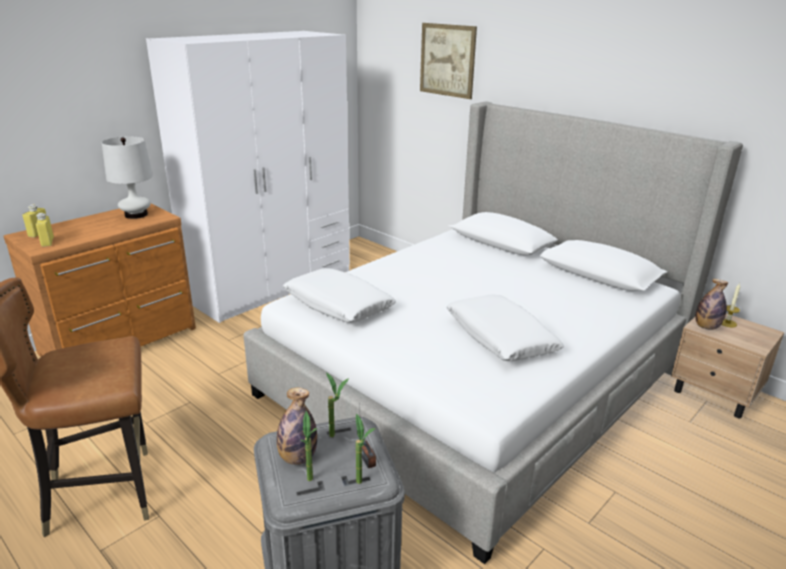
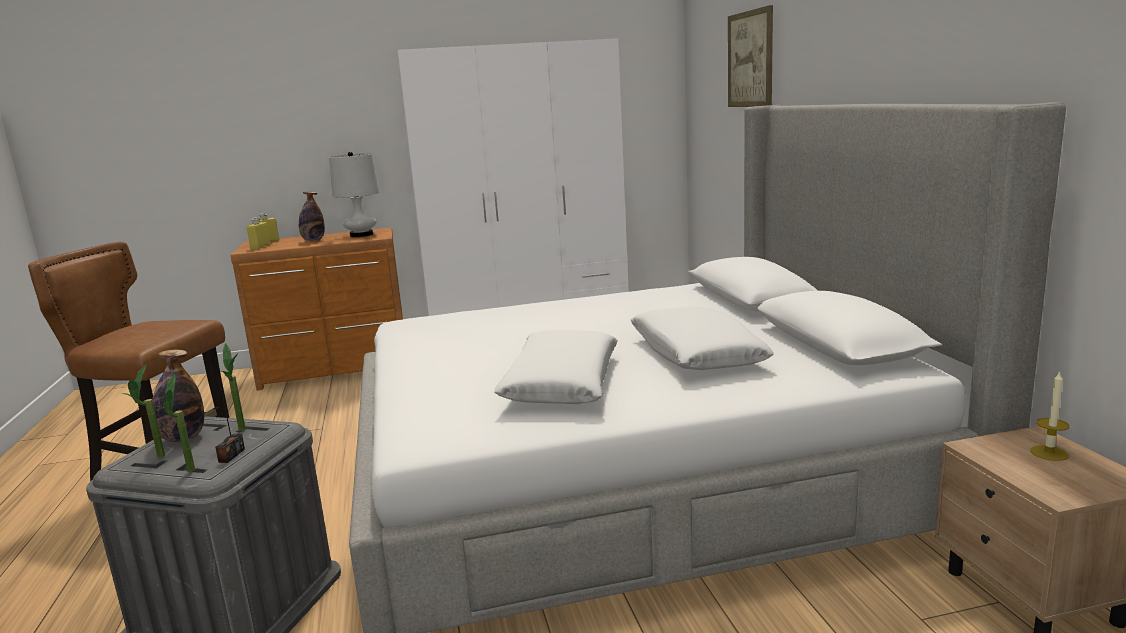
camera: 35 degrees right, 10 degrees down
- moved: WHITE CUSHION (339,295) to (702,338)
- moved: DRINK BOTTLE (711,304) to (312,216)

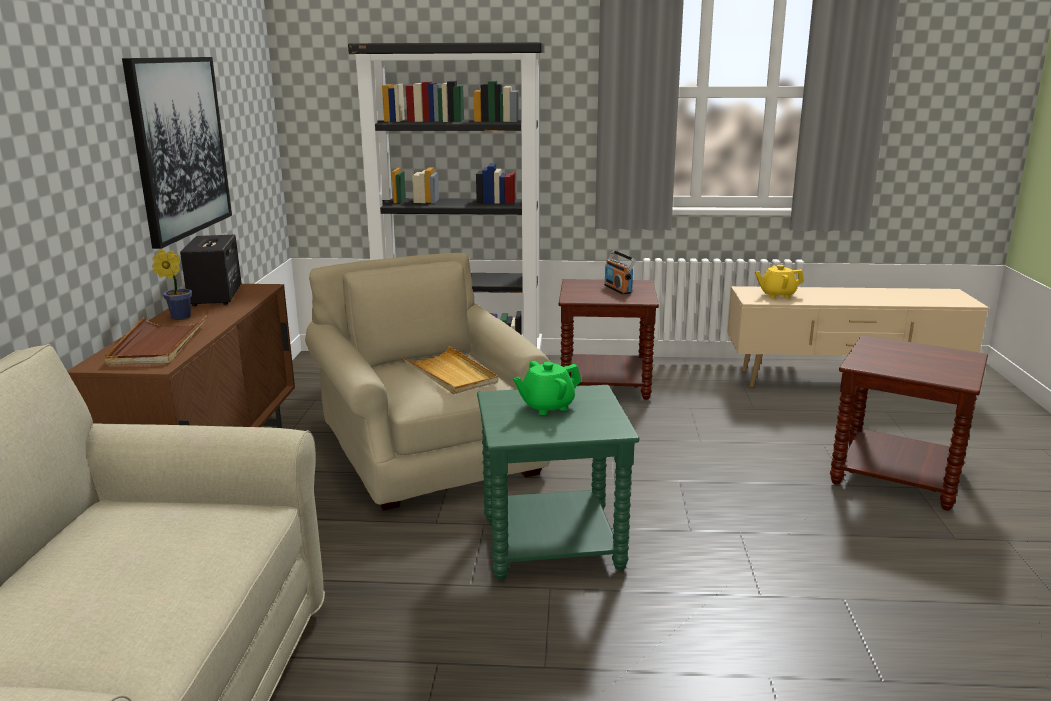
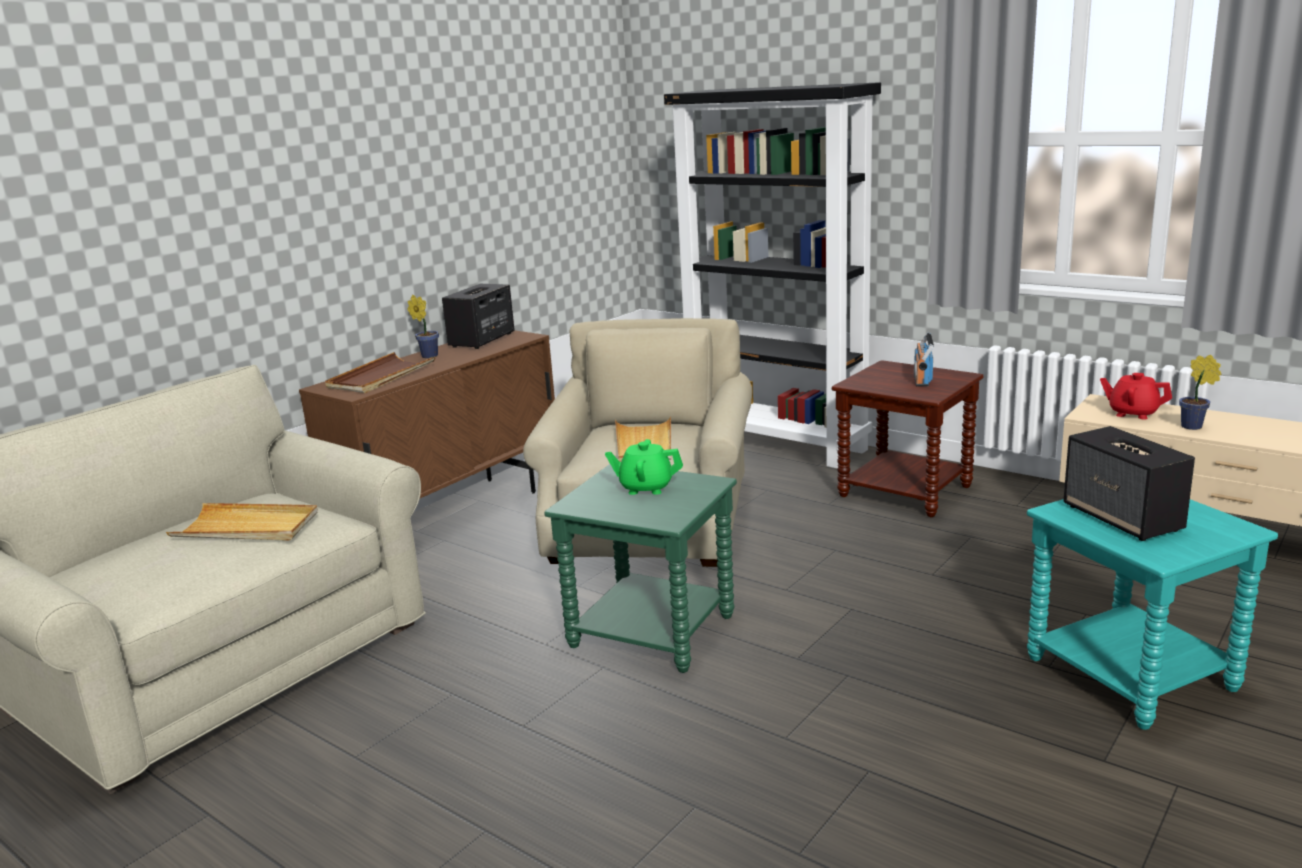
camera: 35 degrees right, 0 degrees up
- removed: PICTURE (177,153)
- added: BEIGE-COLOURED CARRYING TRAY (242,522)
- added: SPEAKER (1129,483)
- added: POTTED PLANT (1200,392)
- recoloured: YELLOW TEA POT (779,282) to RED-COLOURED TEA POT (1136,396)
- recoloured: BROWNISH ACCENT TABLE (909,423) to TURQUOISE ACCENT TABLE (1152,614)

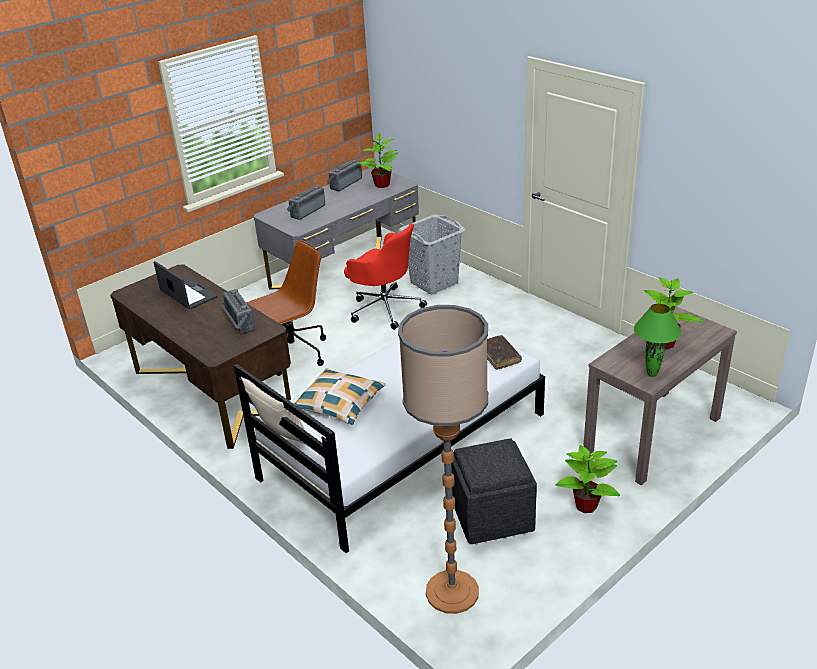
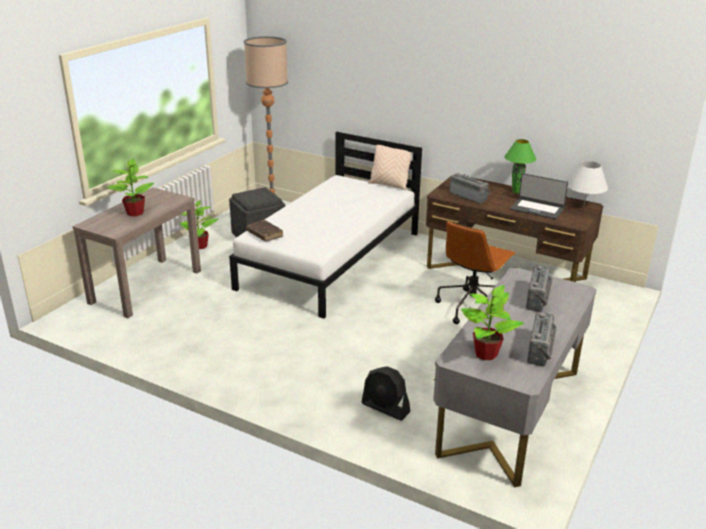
camera: 160 degrees right, 5 degrees down
- removed: CUSHION (339,396)
- removed: RED-COLOURED DESK CHAIR (385,276)
- added: WHITE LAMP FOR A TABLE (588,183)
- moved: GREENISH LAMP FOR A TABLE (658,340) to (520,166)
- replaced: GRAY HAMPER (432,254) to BLACKISH COOLING FAN (385,393)

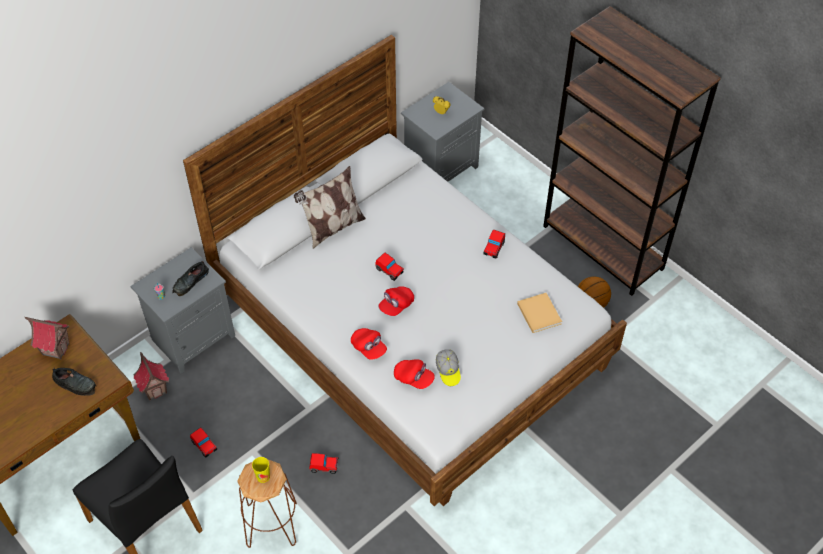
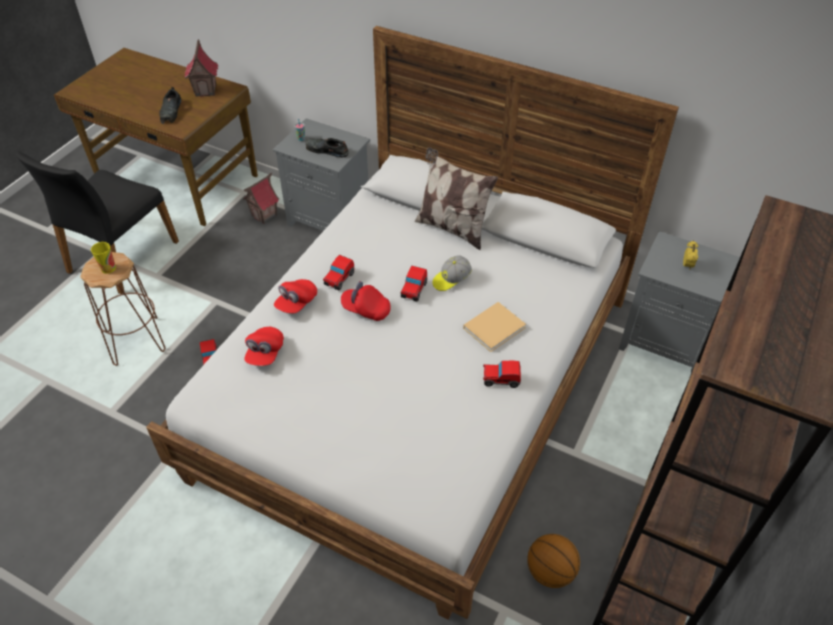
camera: 70 degrees right, 5 degrees down
- moved: MODEL CAR (203,442) to (339,272)
- moved: CAP (448,367) to (452,273)
- moved: BEIGE-COLOURED VOLUME (539,313) to (494,327)

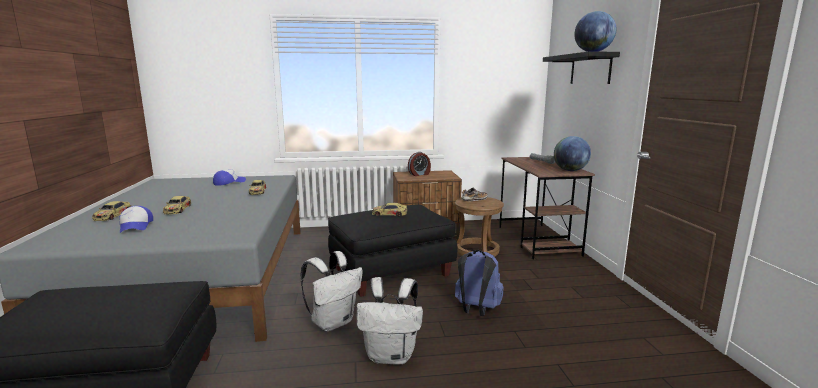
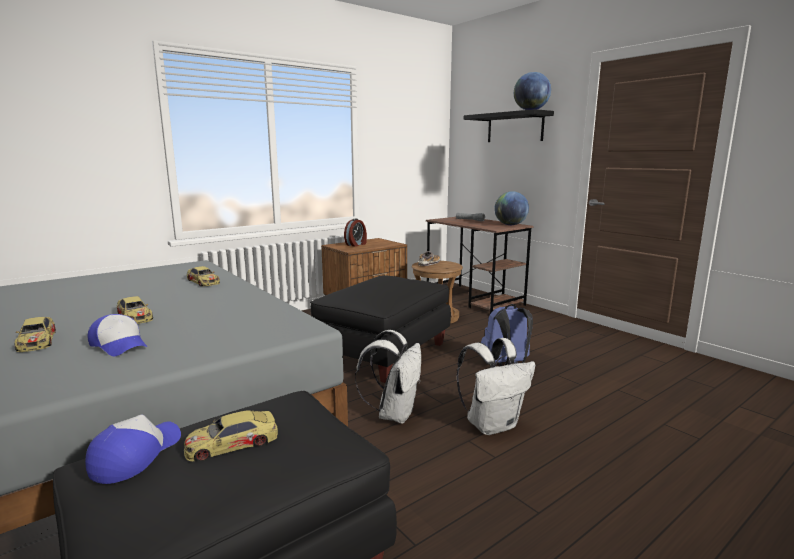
camera: 30 degrees left, 0 degrees up
- moved: CAP (229,178) to (133,449)
- moved: MODEL CAR (389,209) to (231,436)

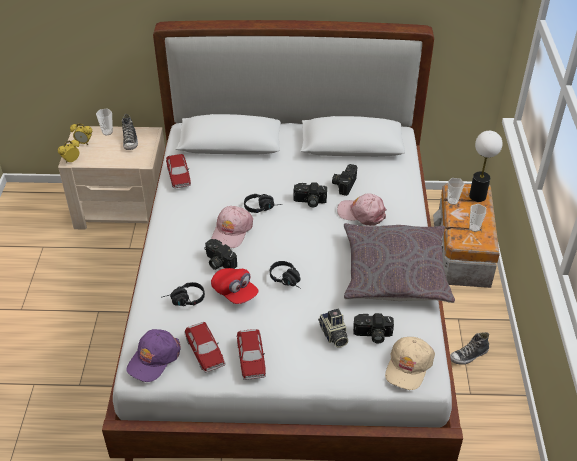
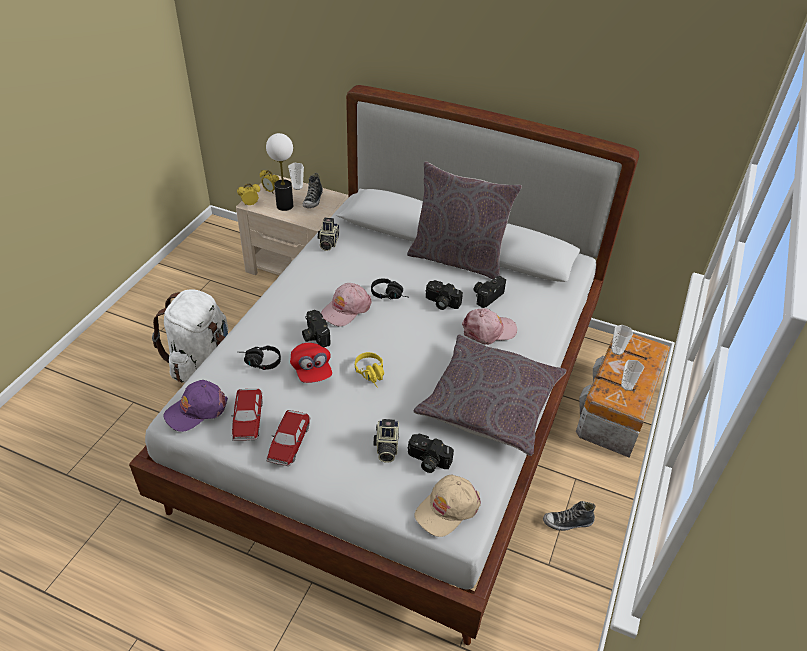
camera: 20 degrees right, 0 degrees up
- added: WHITE BACKPACK (190,336)
- added: GRAY CUSHION (464,220)
- moved: LAMP FOR A TABLE (486,166) to (279,172)
- replaced: MODEL CAR (178,171) to STILL CAMERA (328,234)
- recoloured: BLACKISH PAIR OF HEADPHONES (285,275) to YELLOW PAIR OF HEADPHONES (369,370)
- turned: PINKISH CAP (362,209) = (489,326) 120 degrees clockwise

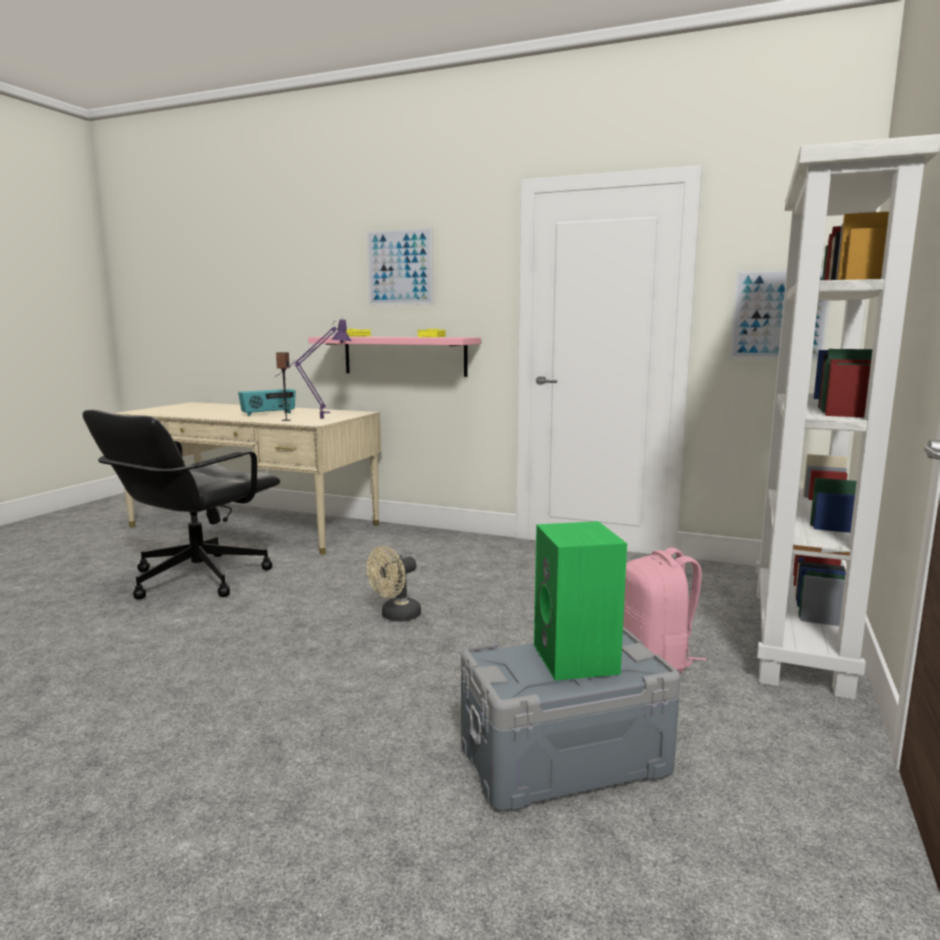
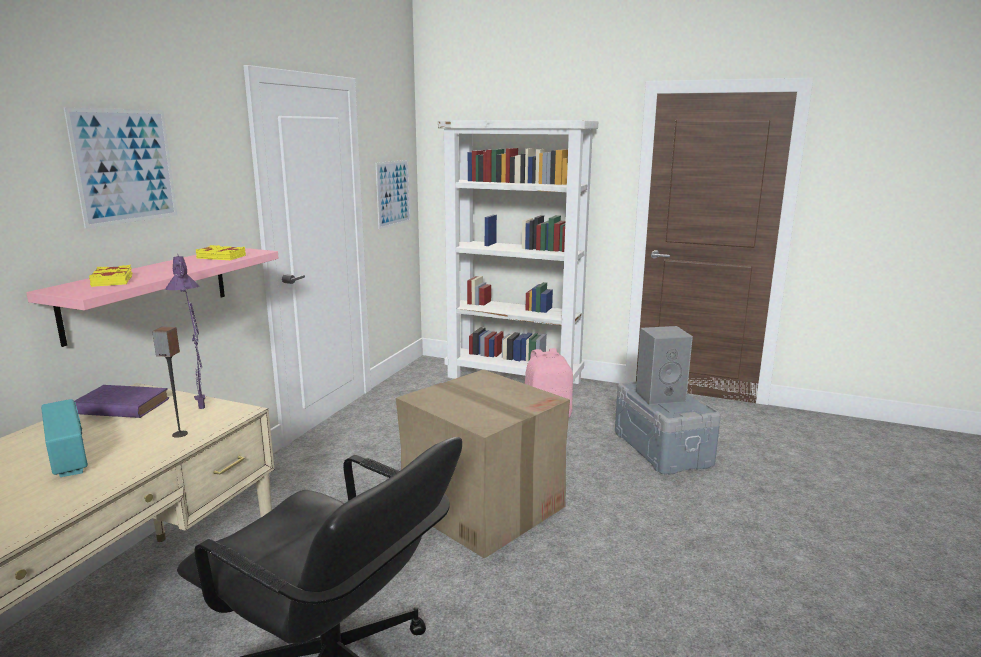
camera: 90 degrees left, 5 degrees up
- added: PURPLE-COLOURED VOLUME (121,401)
- replaced: BEIGE-COLOURED COOLING FAN (394,583) to PACKING BOX (483,464)
- recoloured: GREENISH SPEAKER (580,601) to GRAY SPEAKER (664,365)

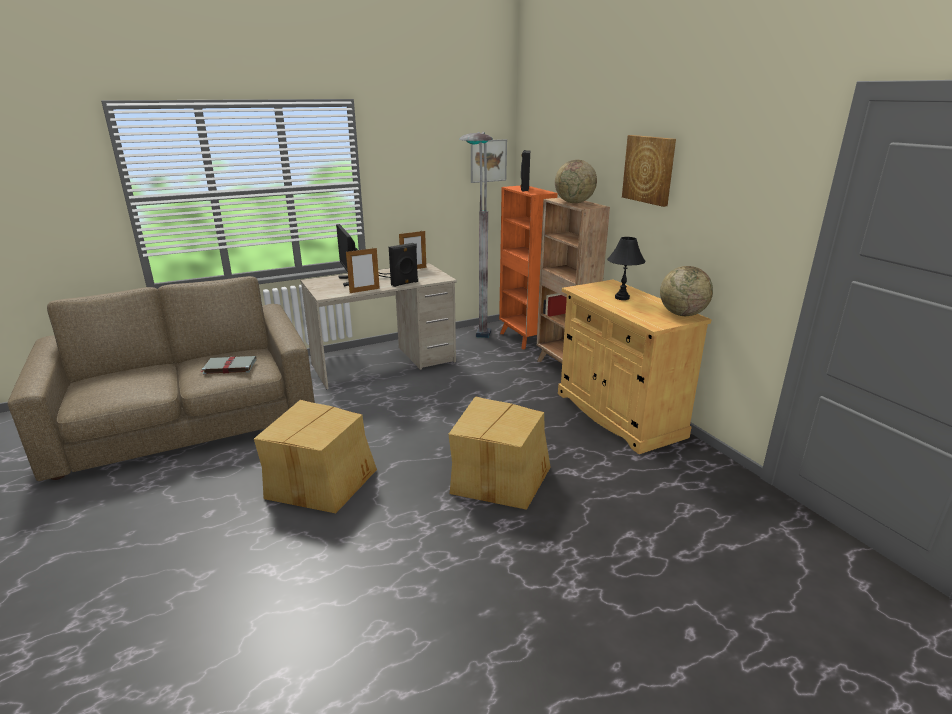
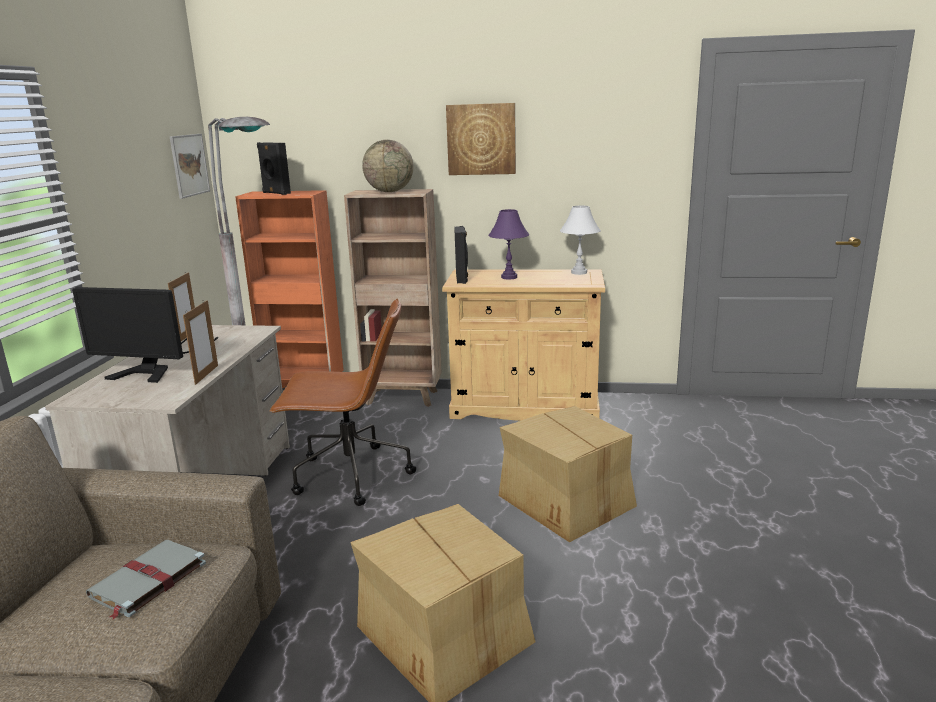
camera: 55 degrees left, 5 degrees down
- added: BROWNISH DESK CHAIR (342,402)
- moved: BLACKISH SPEAKER (403,265) to (461,255)
- replaced: WORLD GLOBE (686,291) to WHITE LAMP FOR A TABLE (580,240)
- recoloured: BLACKISH LAMP FOR A TABLE (626,268) to PURPLE-COLOURED LAMP FOR A TABLE (508,244)

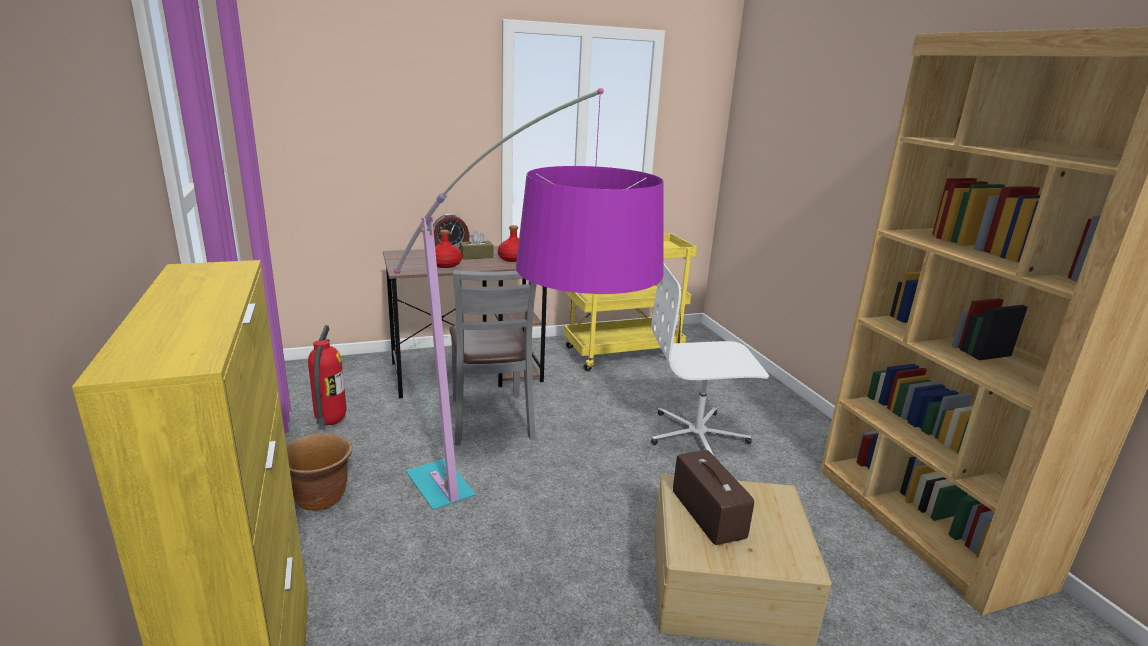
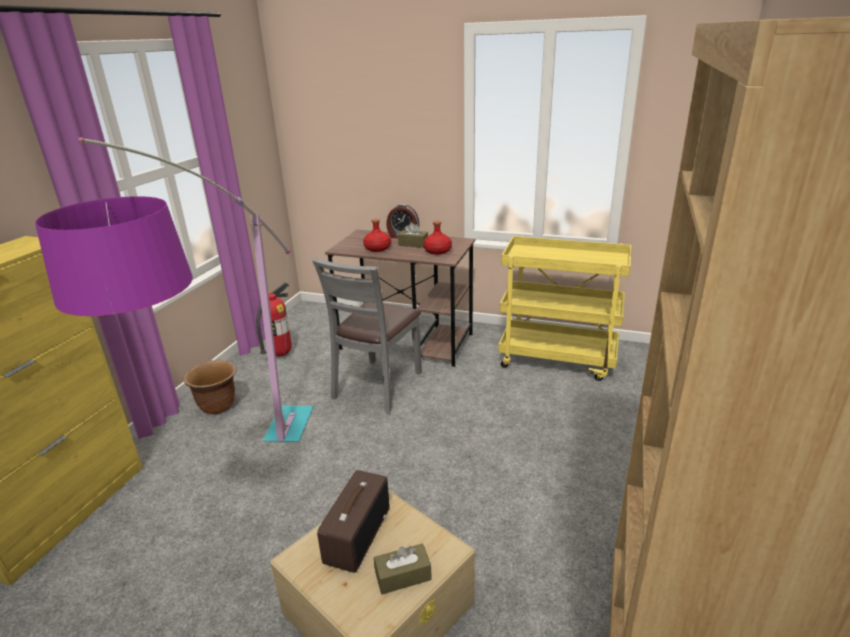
camera: 40 degrees right, 5 degrees up
- removed: WHITE DESK CHAIR (710,359)
- added: BROWNISH BOX OF TISSUES (403,569)

